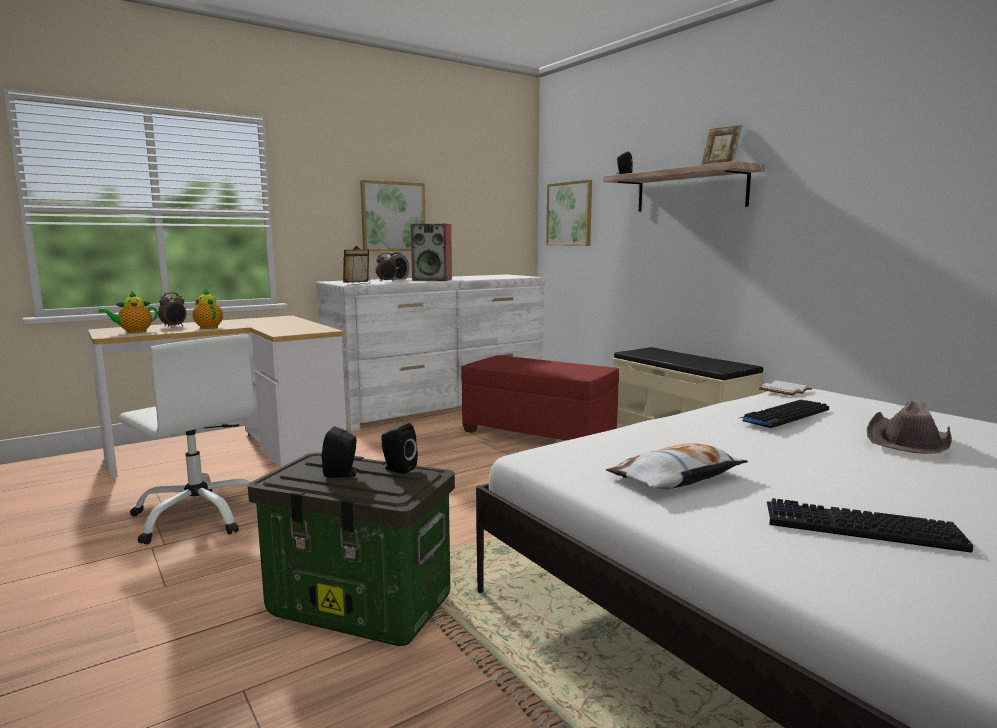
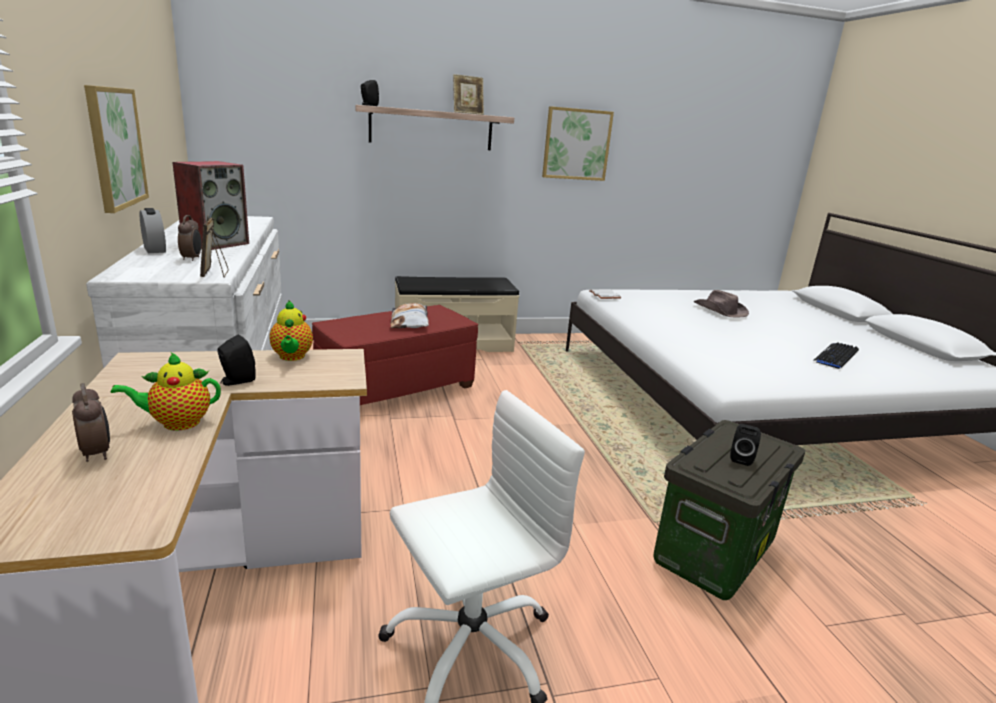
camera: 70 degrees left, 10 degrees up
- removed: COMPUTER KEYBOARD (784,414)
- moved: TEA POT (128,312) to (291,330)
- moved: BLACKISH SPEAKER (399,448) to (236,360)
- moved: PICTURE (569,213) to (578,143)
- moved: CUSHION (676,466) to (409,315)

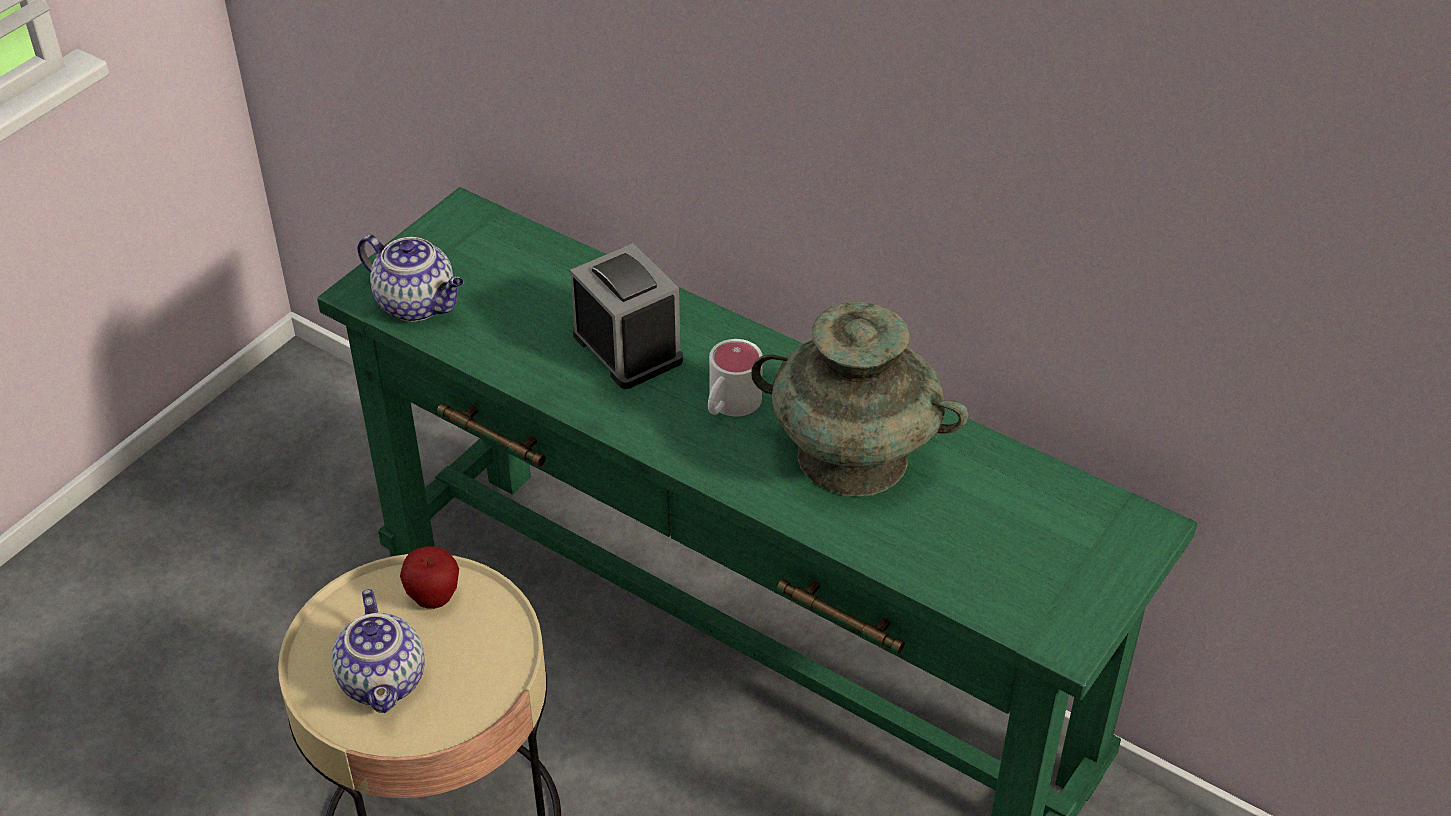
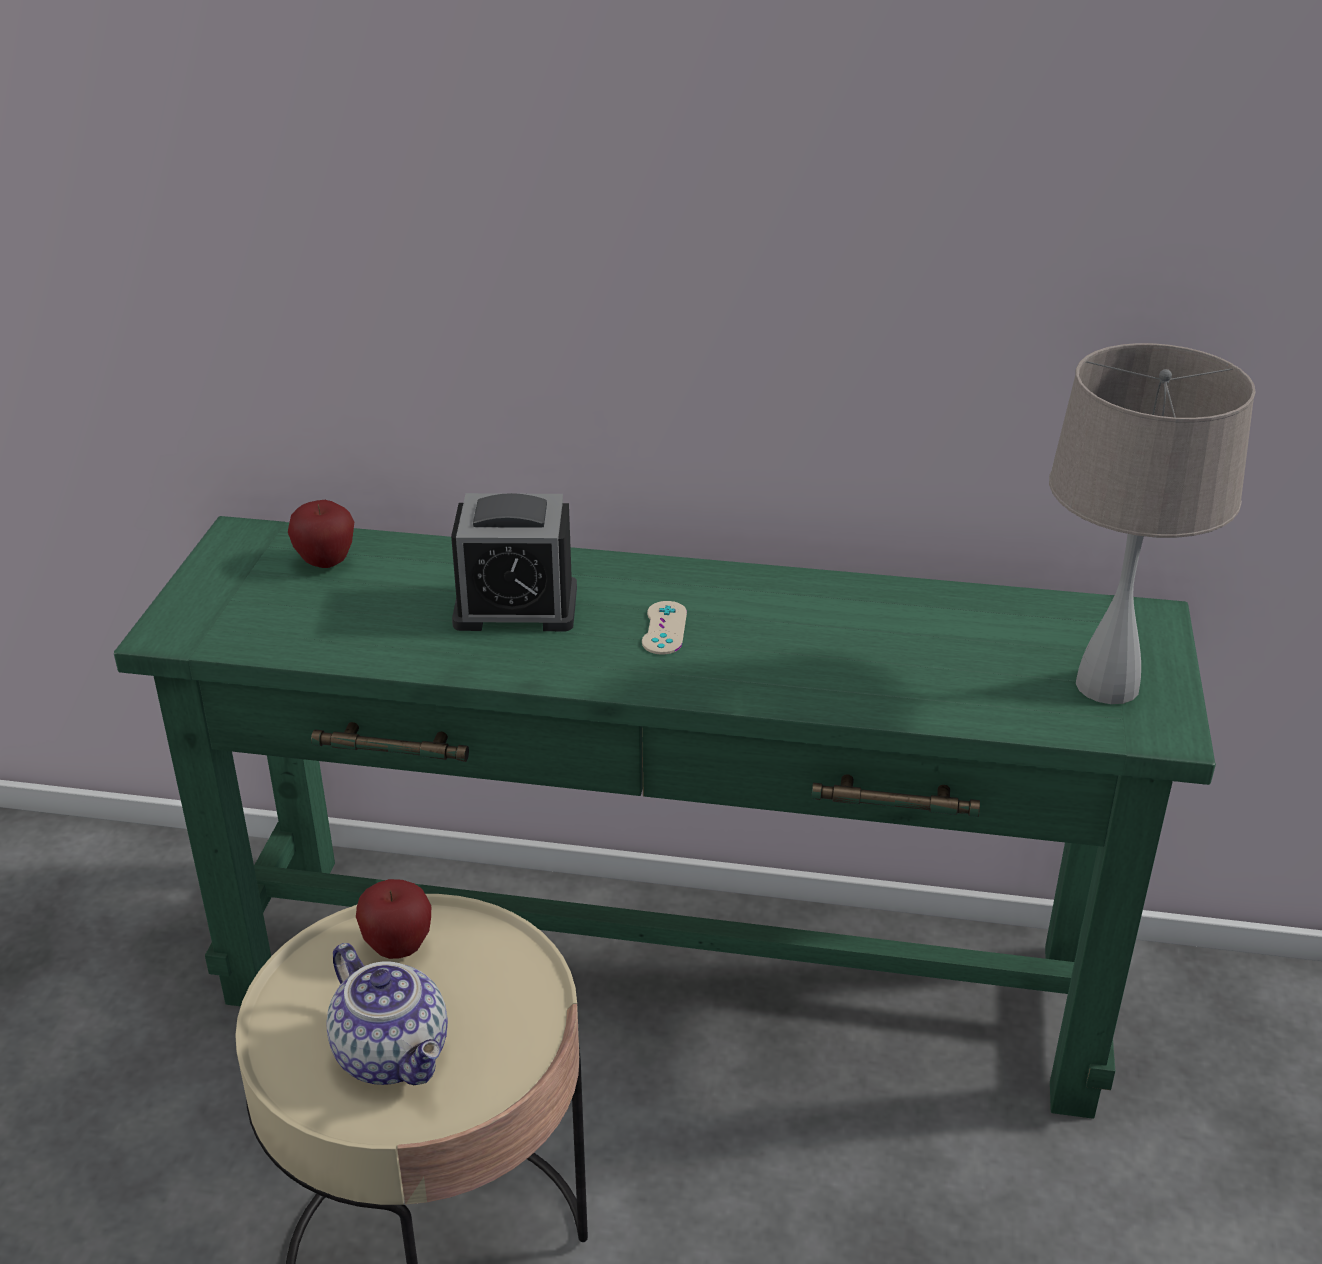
camera: 25 degrees left, 10 degrees down
- removed: TEA POT (410,278)
- removed: TURQUOISE FLOWER VASE (860,398)
- added: WHOLE APPLE (321,534)
- added: BEIGE-COLOURED LAMP FOR A TABLE (1152,523)
- replaced: WHITE COFFEE MUG (735,377) to BEIGE-COLOURED JOYPAD (664,628)
- turned: TABLE CLOCK (626,316) = (514,562) 150 degrees clockwise

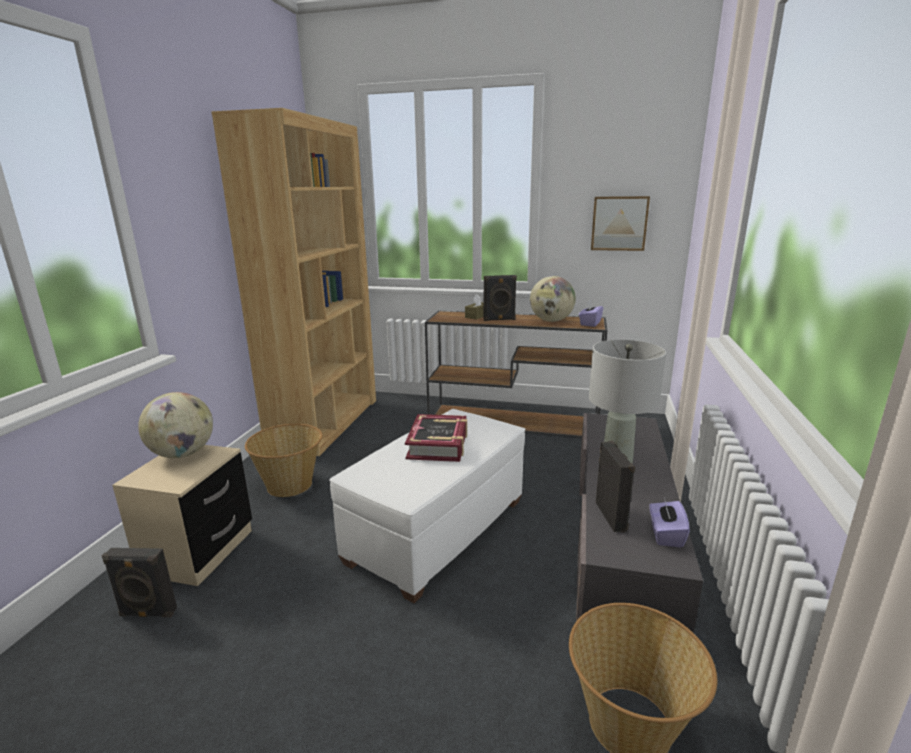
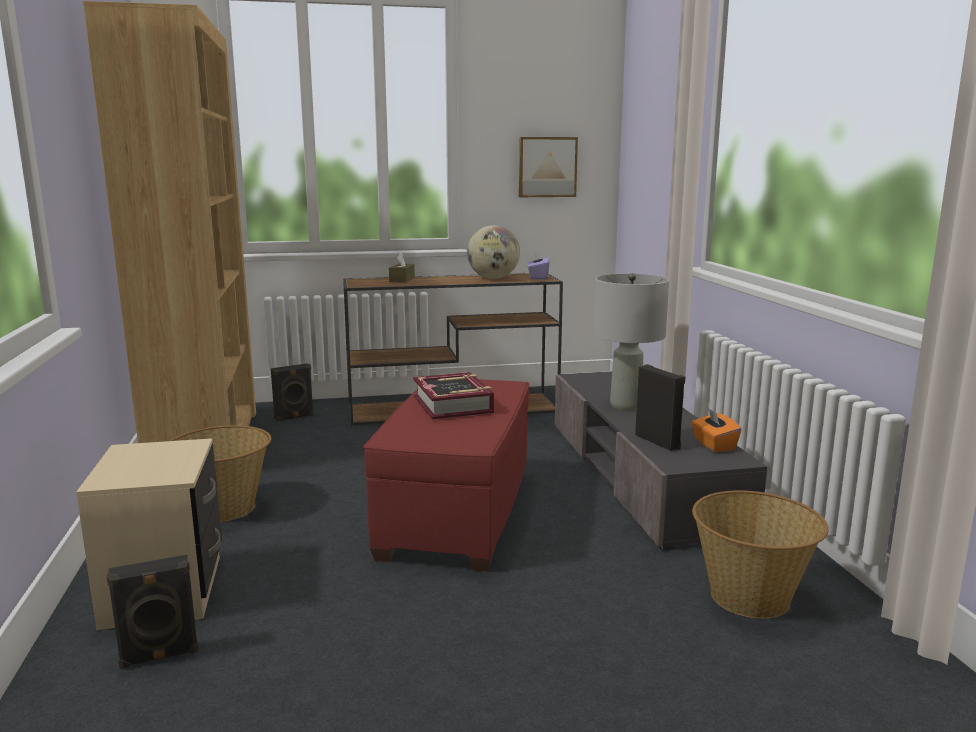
camera: 25 degrees left, 5 degrees down
- removed: WORLD GLOBE (175,425)
- moved: BLACKISH SPEAKER (500,298) to (292,392)
- recoloured: WHITE FOOTREST (427,506) to RED-COLOURED FOOTREST (446,475)
- recoloured: PURPLE-COLOURED BOX OF TISSUES (669,522) to ORANGE-COLOURED BOX OF TISSUES (716,430)

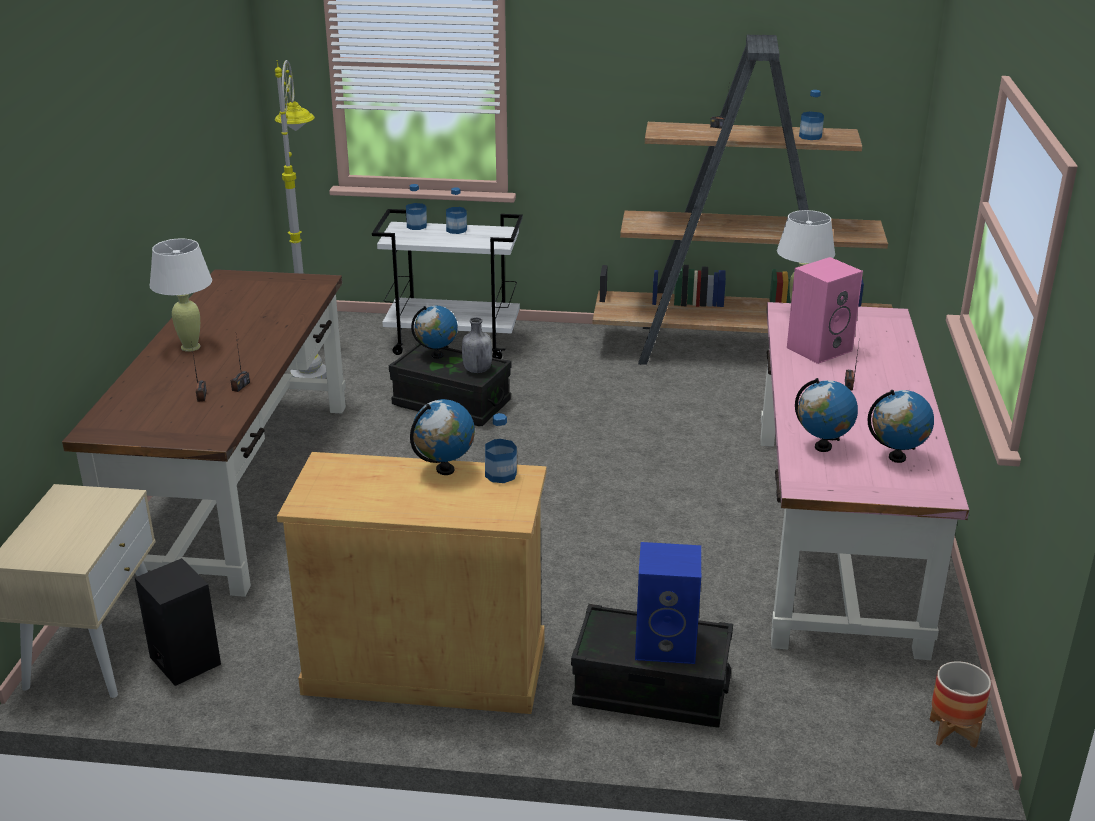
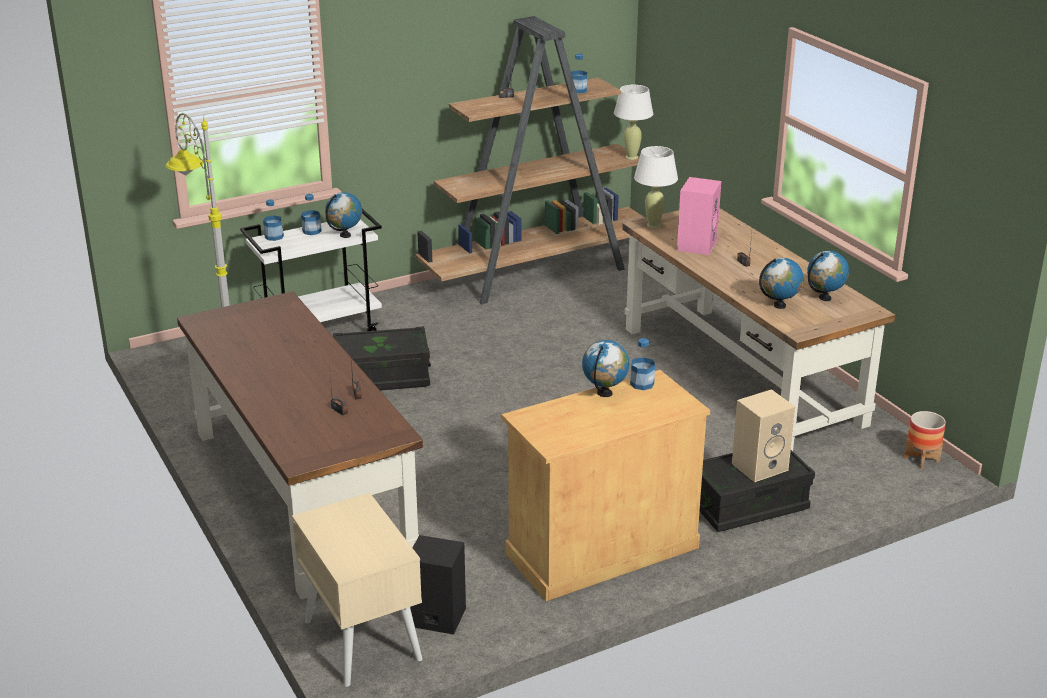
camera: 35 degrees left, 0 degrees up
- removed: GRAY DRINK BOTTLE (477,345)
- moved: WHITE LAMP FOR A TABLE (180,295) to (633,122)
- moved: WORLD GLOBE (434,332) to (343,215)
- recoloured: BLUE-COLOURED SPEAKER (668,603) to BEIGE-COLOURED SPEAKER (763,435)
- recoloured: PINKISH DESK (864,481) to BROWNISH DESK (758,329)

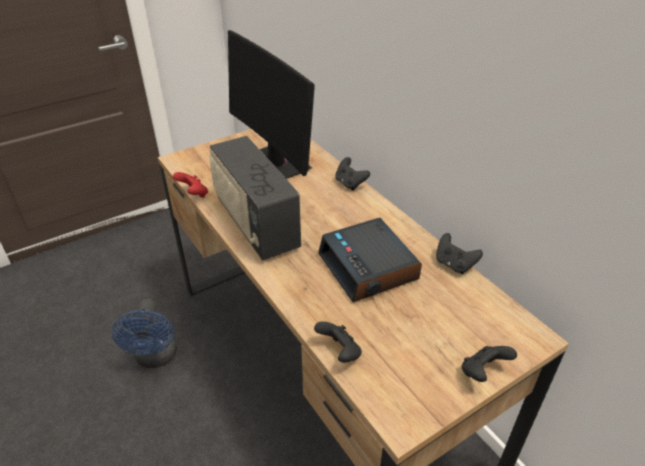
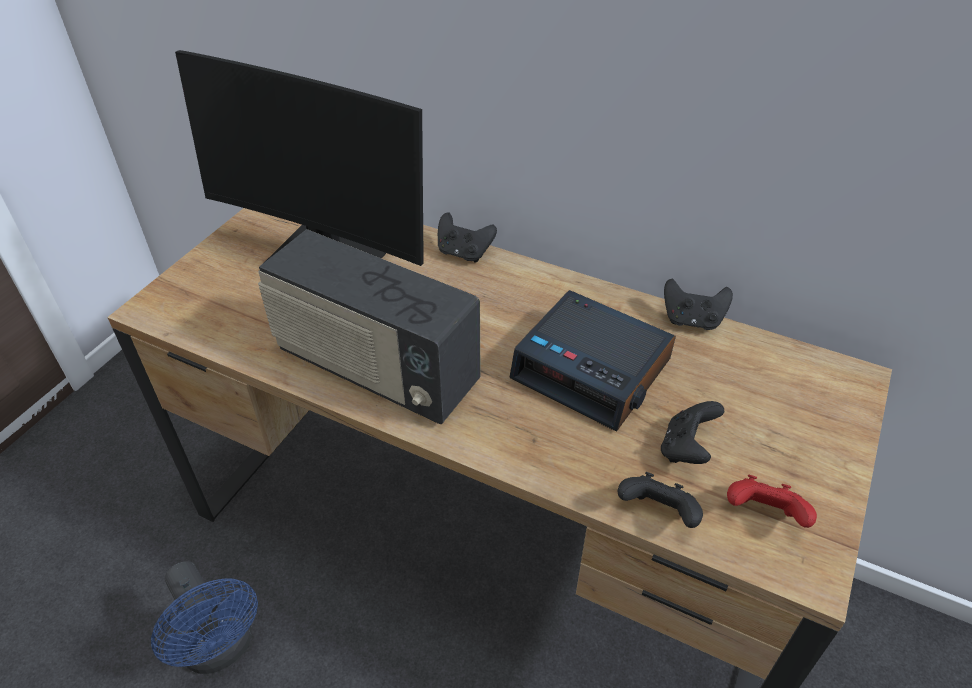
camera: 30 degrees left, 5 degrees up
- moved: RED-COLOURED JOYPAD (190,185) to (772,501)
- moved: BLACKISH JOYPAD (489,364) to (692,432)

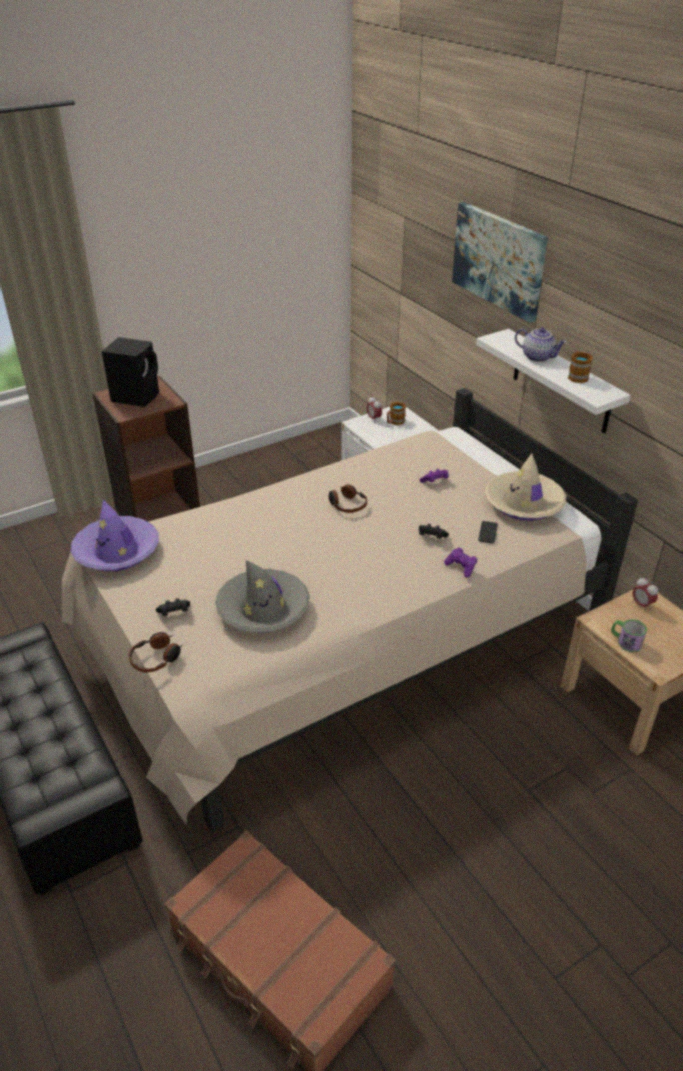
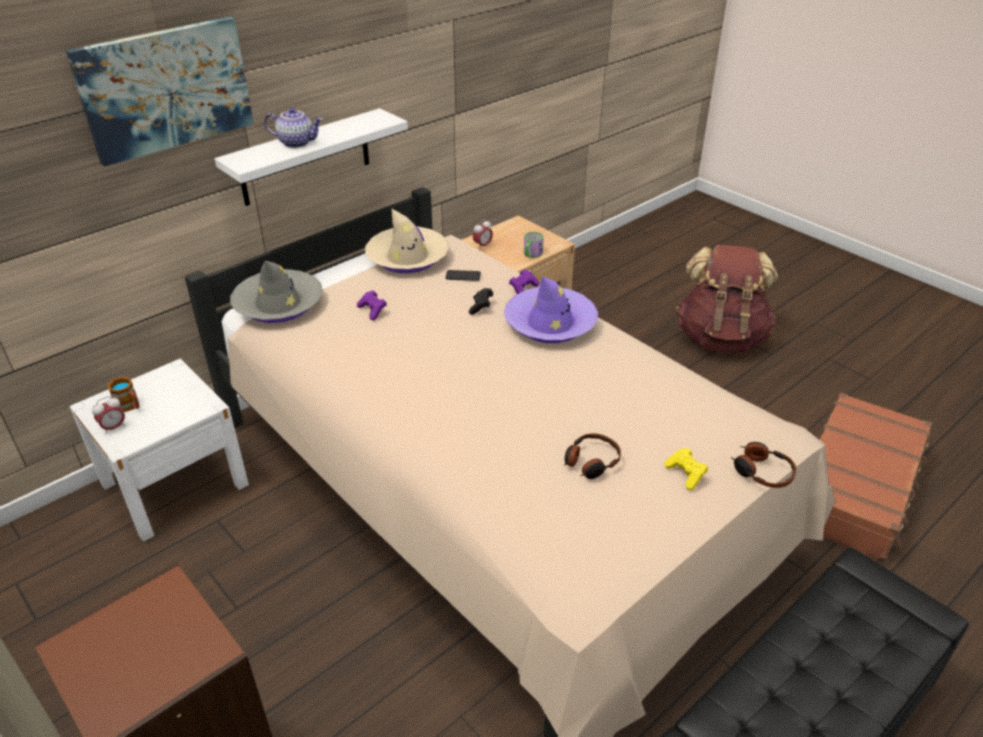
camera: 100 degrees left, 0 degrees up
- removed: BLACKISH SPEAKER (130,372)
- removed: COFFEE MUG (580,367)
- added: BROWNISH BACKPACK (727,299)
- moved: PURPLE-COLOURED CLOTHING HAT (114,535) to (551,309)
- moved: GRAY CLOTHING HAT (262,596) to (276,292)
- moved: PAIR OF HEADPHONES (348,498) to (592,456)
- recoloured: BLACKISH JOYPAD (173,607) to YELLOW JOYPAD (686,469)
- turned: TEA POT (541,344) = (293,127) 75 degrees clockwise

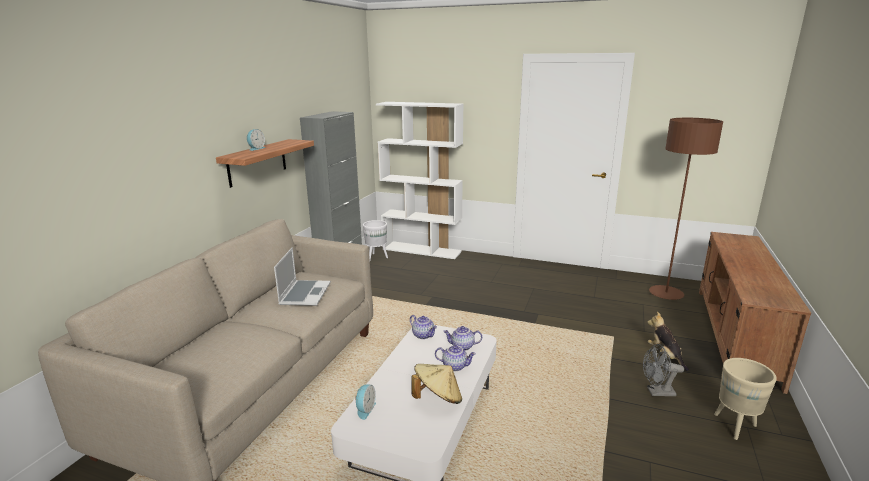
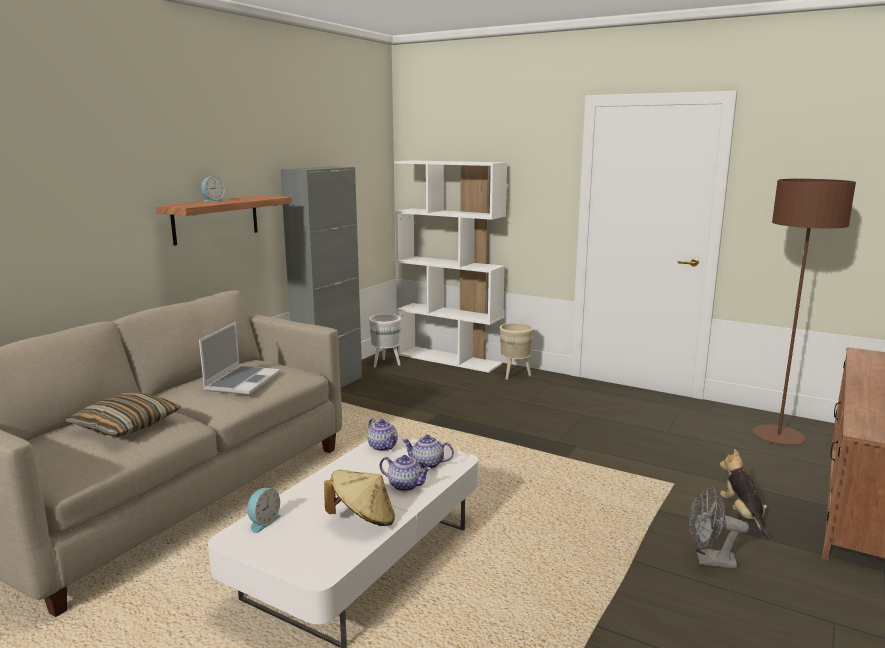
camera: 10 degrees right, 5 degrees down
- added: CUSHION (123,414)
- moved: BEIGE-COLOURED PLANT POT (745,399) to (517,351)

